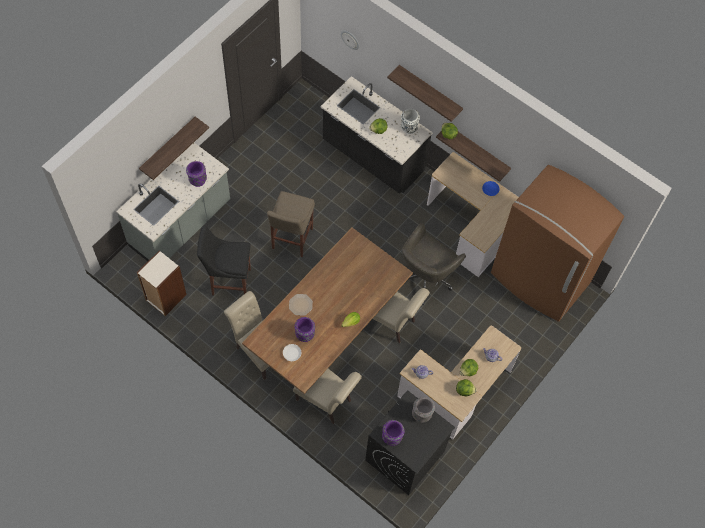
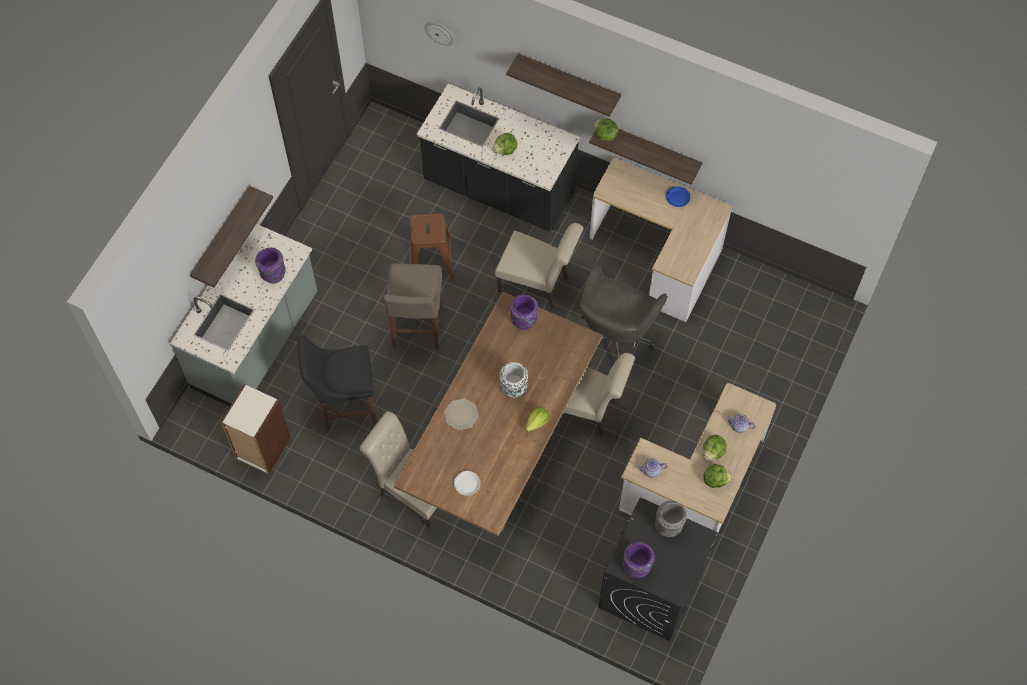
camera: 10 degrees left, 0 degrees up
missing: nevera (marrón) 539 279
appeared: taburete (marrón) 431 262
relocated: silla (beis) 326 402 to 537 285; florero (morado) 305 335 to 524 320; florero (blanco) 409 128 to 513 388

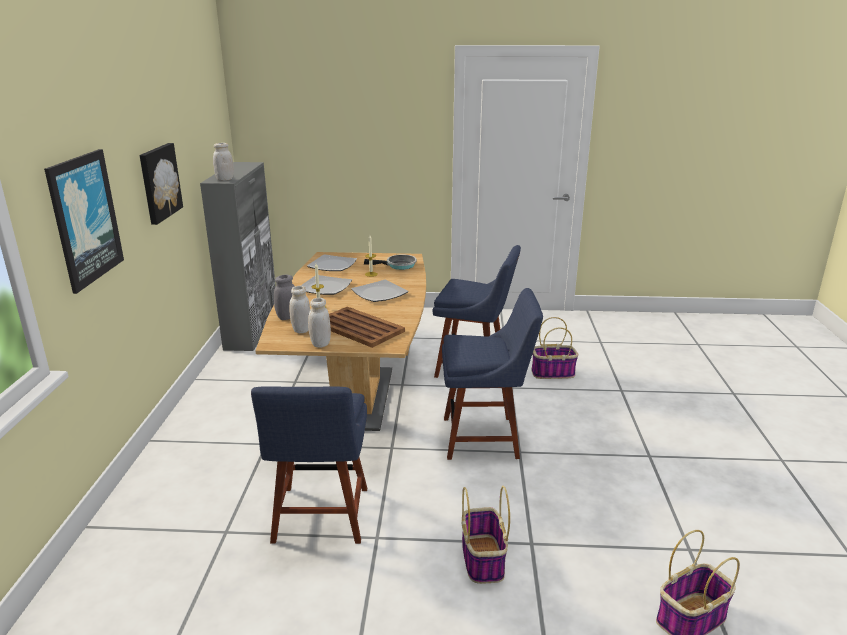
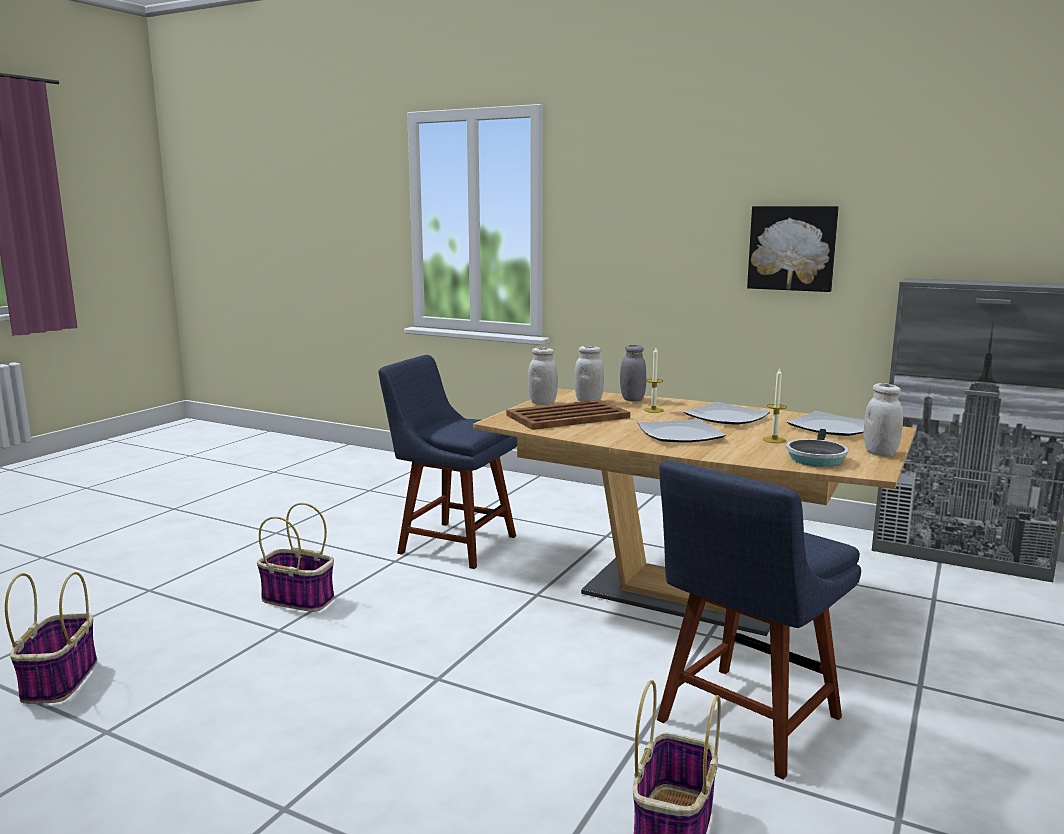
camera: 115 degrees right, 10 degrees down
missing: cuadro 84 219; silla (azul) 485 437
relocated: tarro (blanco) 225 179 to 880 453

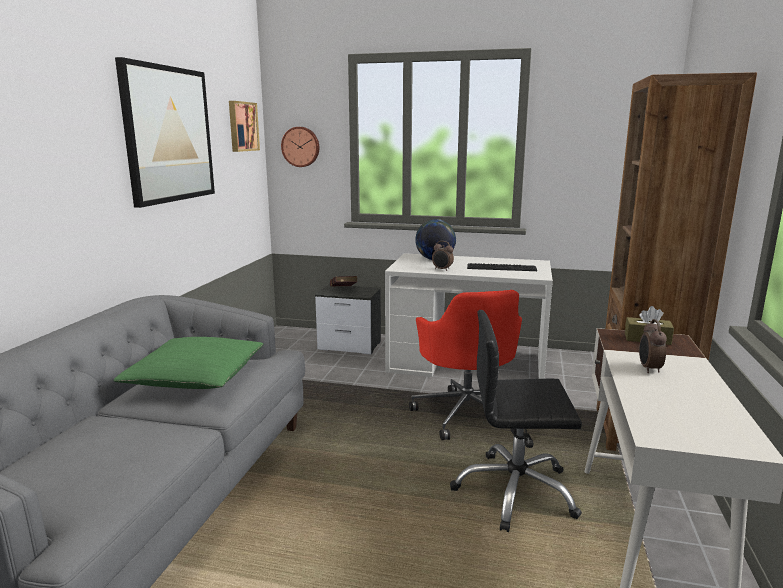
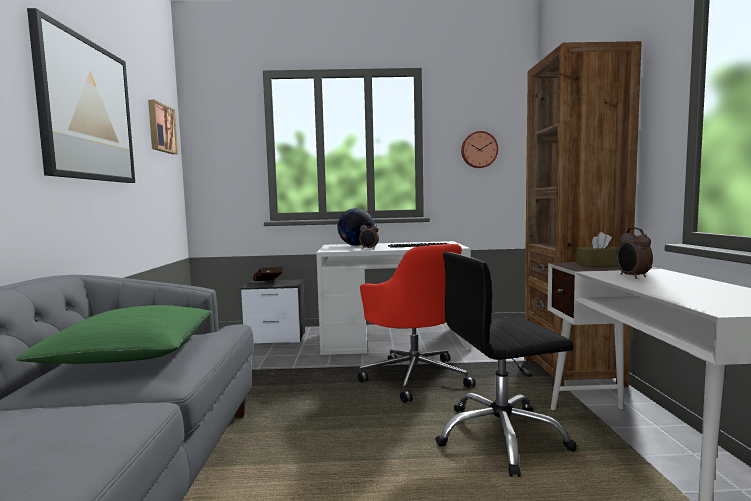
camera: 15 degrees left, 10 degrees down
relocated: reloj de pared 301 147 to 479 150

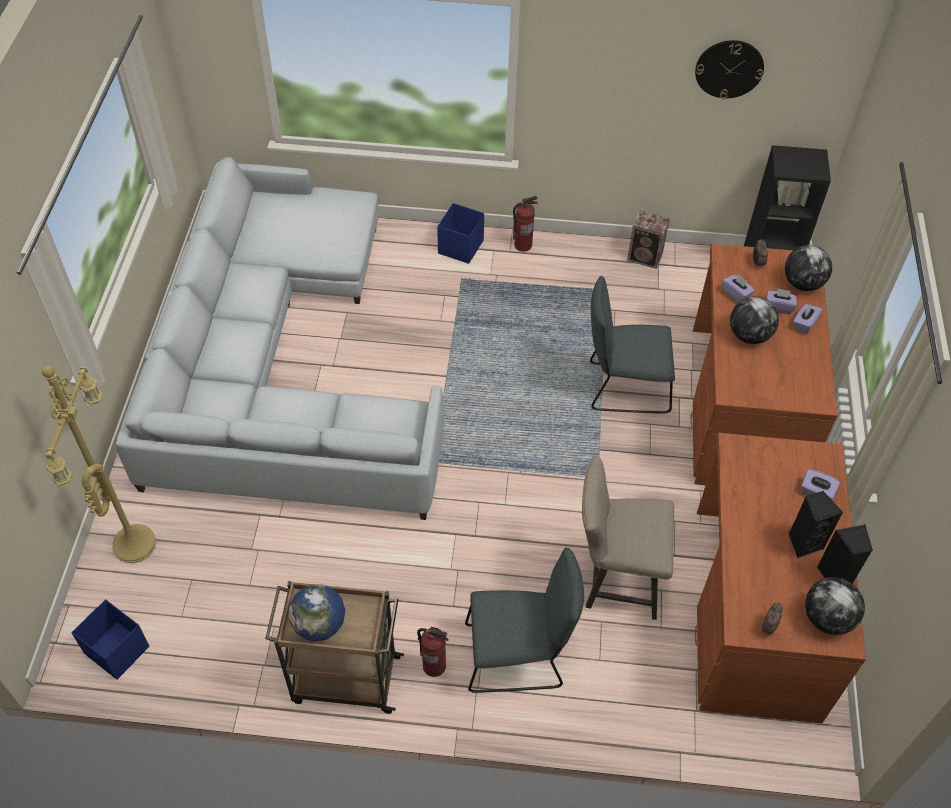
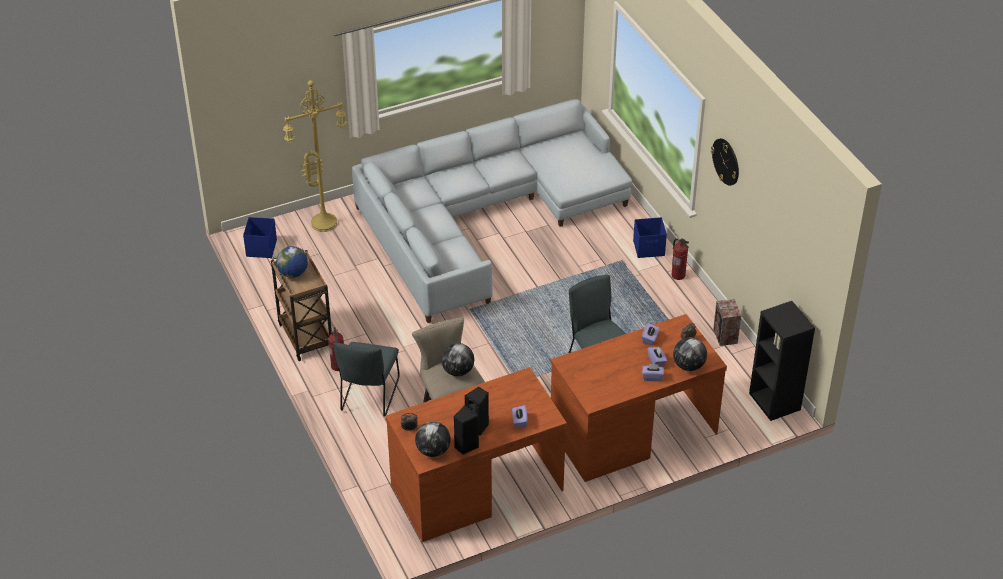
camera: 60 degrees right, 10 degrees down
relocated: reloj de pared 729 69 to 726 161; globo terráqueo 749 335 to 458 371
spun: silla (gris) 518 656 = 369 397 45 degrees clockwise

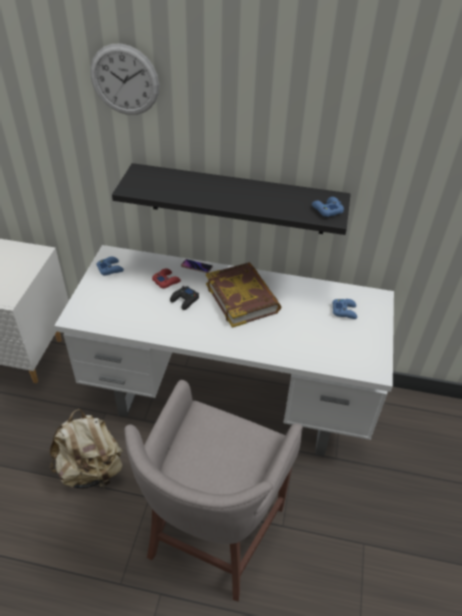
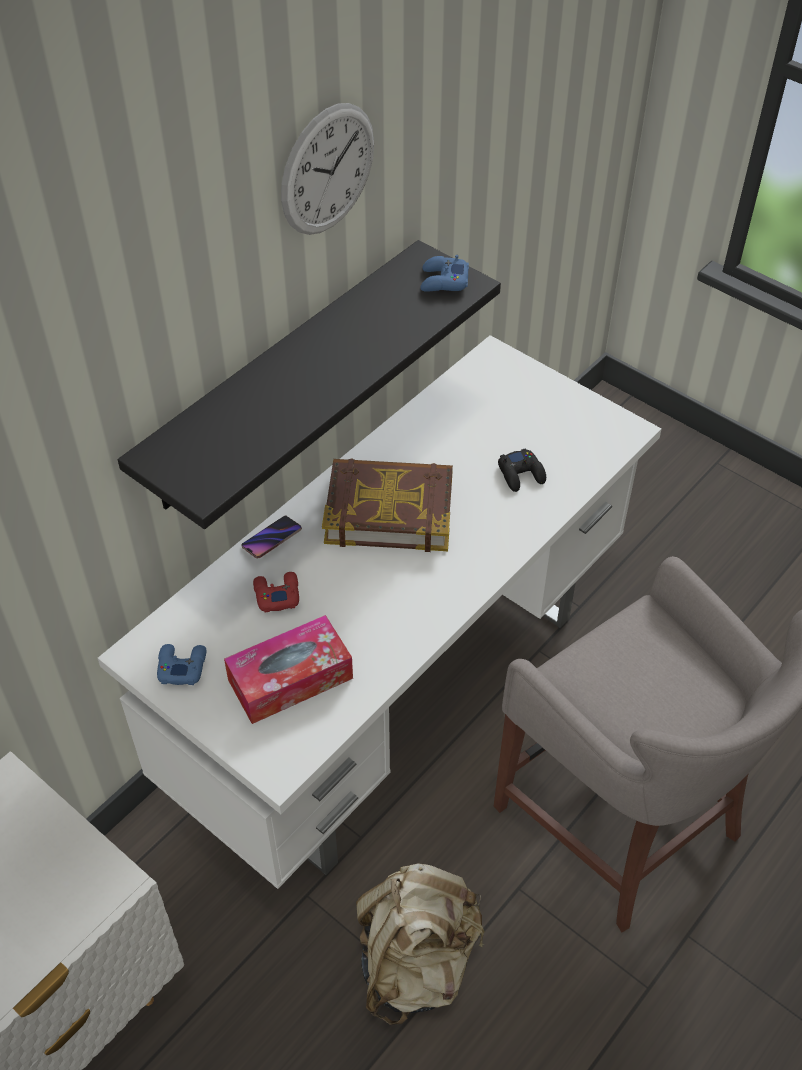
camera: 60 degrees left, 5 degrees up
missing: mando de consola (azul) 344 311
appeared: caja de pañuelos 290 679
relocated: reloj de pared 124 80 to 328 170; mando de consola (negro) 184 300 to 521 474

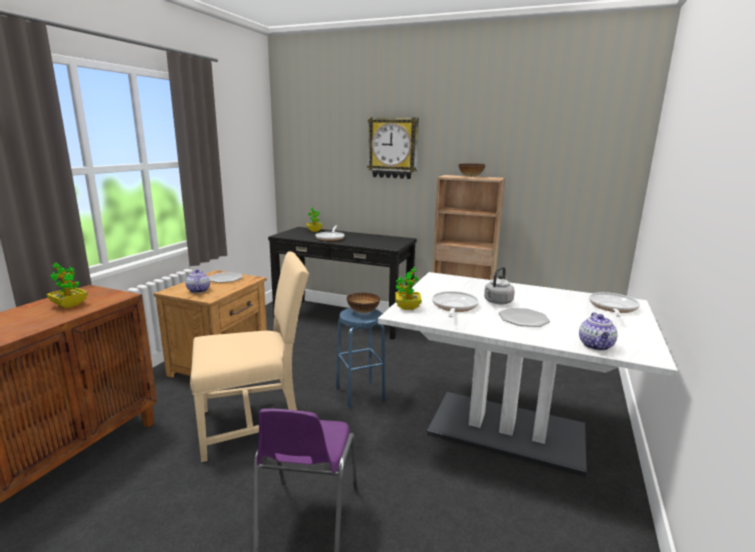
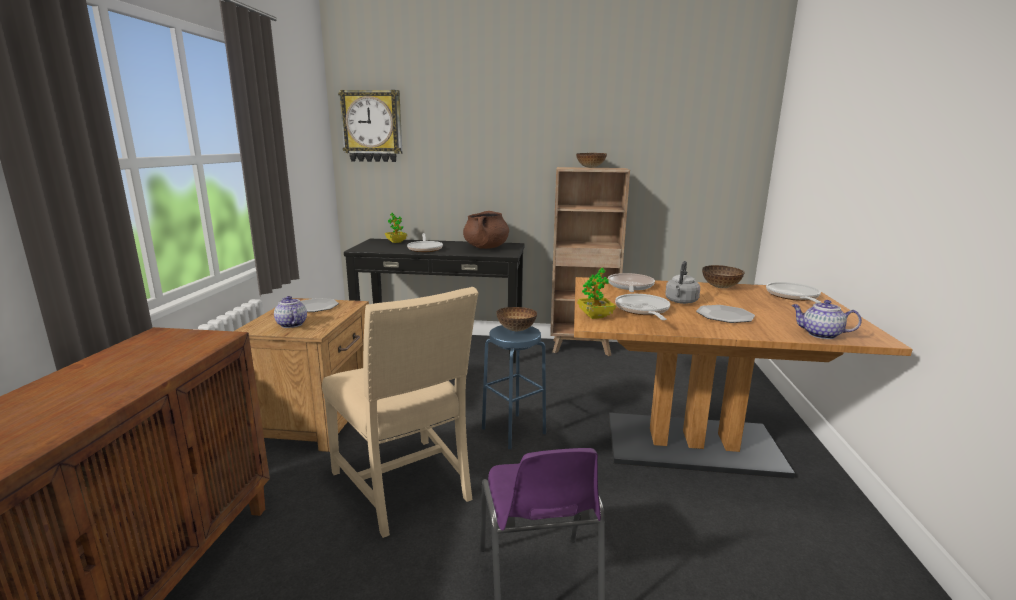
camera: 15 degrees left, 0 degrees up
missing: planta en maceta 69 305
appeared: olla (marrón) 486 247; sartén 630 286; cuenco 720 287
relocated: reloj de pared 393 148 to 372 126
colour: mesa de comedor (blanco) 506 430 to mesa de comedor (marrón) 692 445
spun: silla (beis) 254 424 = 405 486 90 degrees clockwise; tetera 596 346 = 820 334 120 degrees clockwise

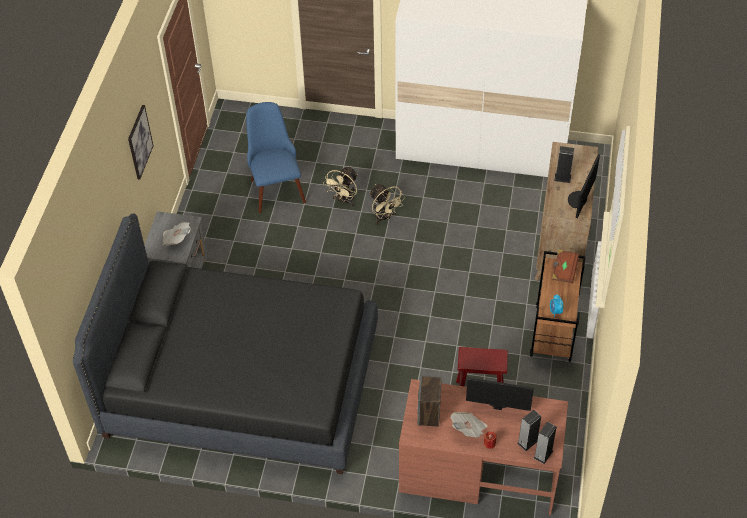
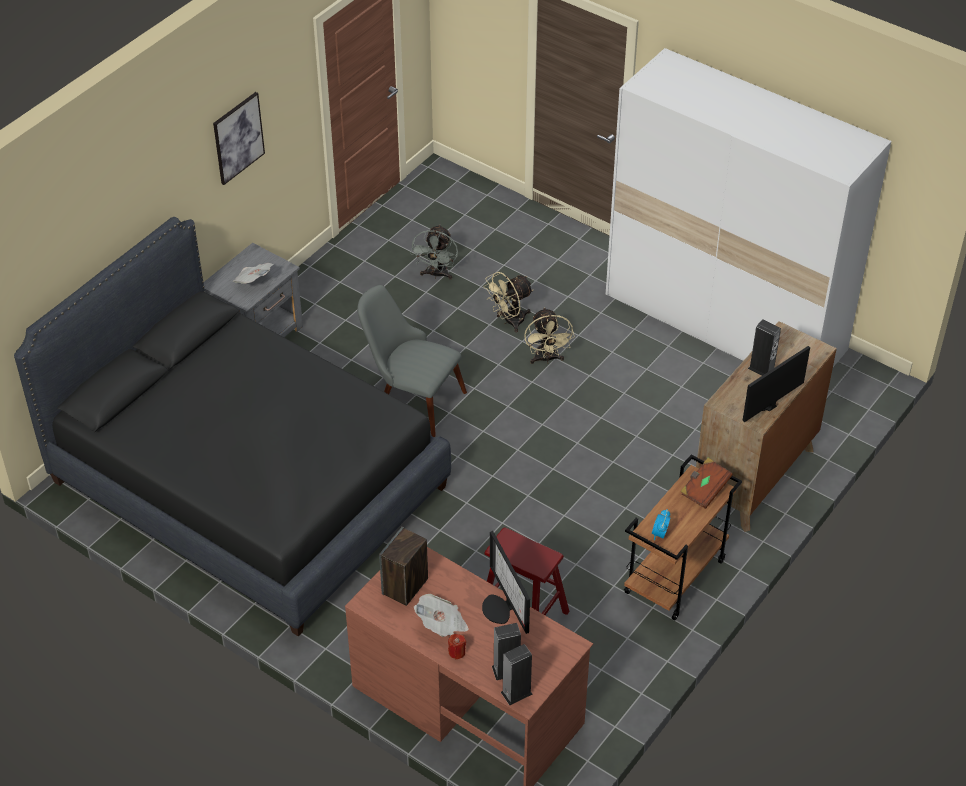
camera: 25 degrees right, 5 degrees down
appeared: silla (gris) 411 399
exchanged: silla (azul) 275 185 to ventilador (gris) 436 274
spun: monitor 498 403 = 500 608 150 degrees counterclockwise

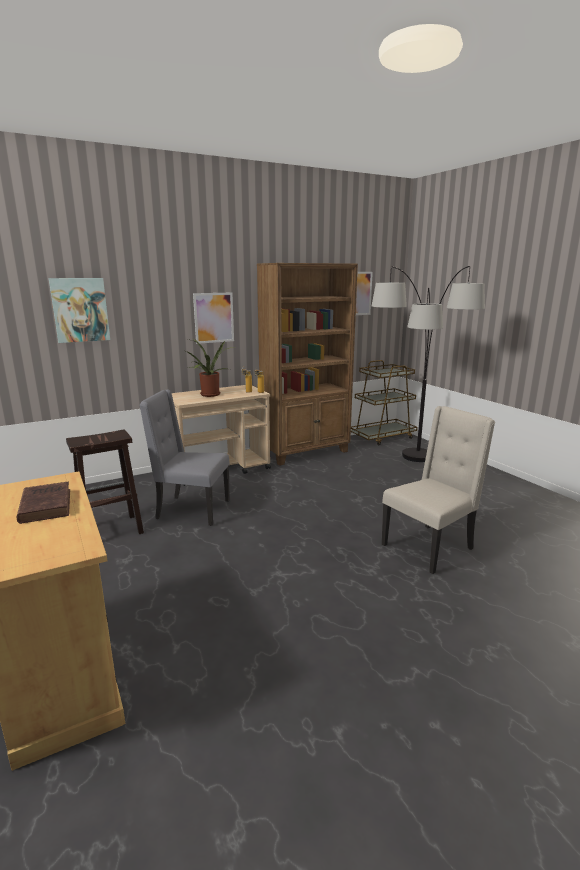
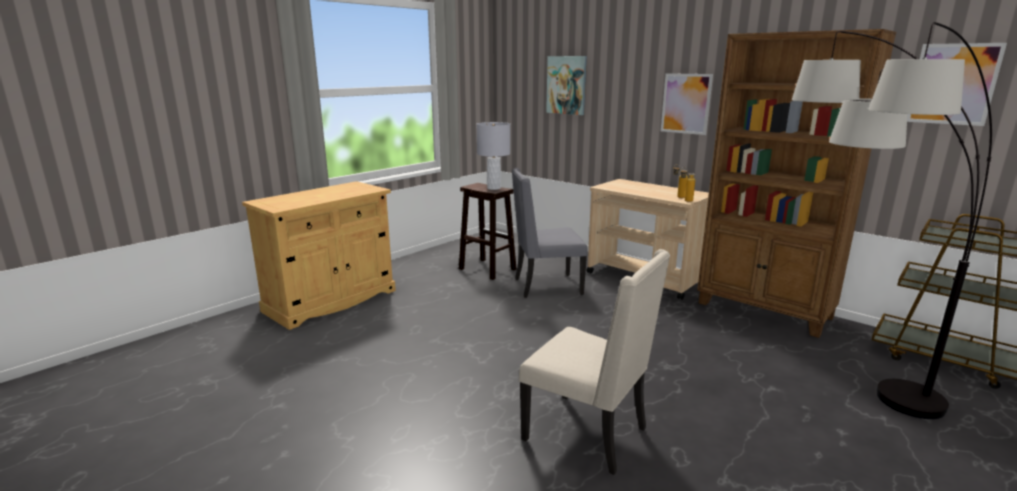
camera: 70 degrees right, 0 degrees up
missing: libro (marrón) 46 505; planta en maceta 209 395
appeared: lámpara de mesa (gris) 494 188
spun: silla (gris) 191 510 = 546 286 90 degrees counterclockwise

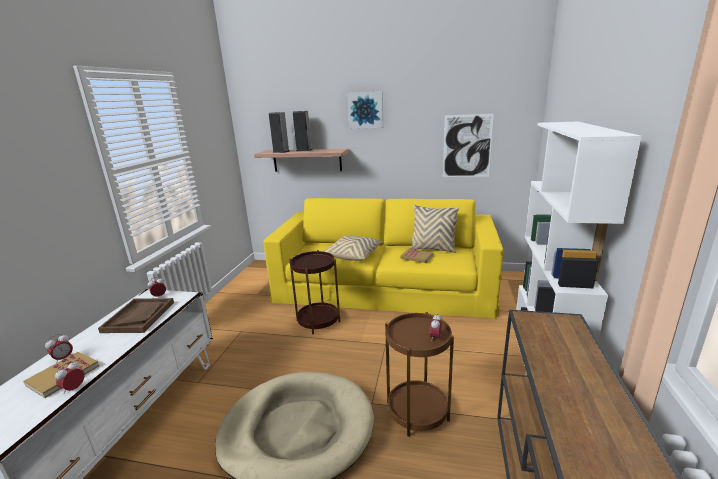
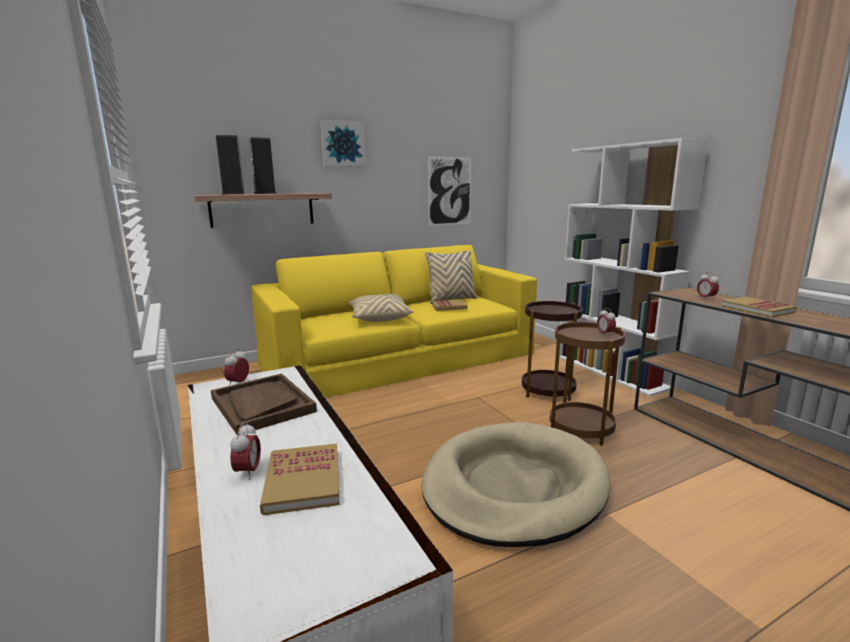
camera: 40 degrees left, 5 degrees down
appeared: libro 757 309
relocated: despertador 74 388 to 706 298; mesa auxiliar (marrón) 318 321 to 548 390

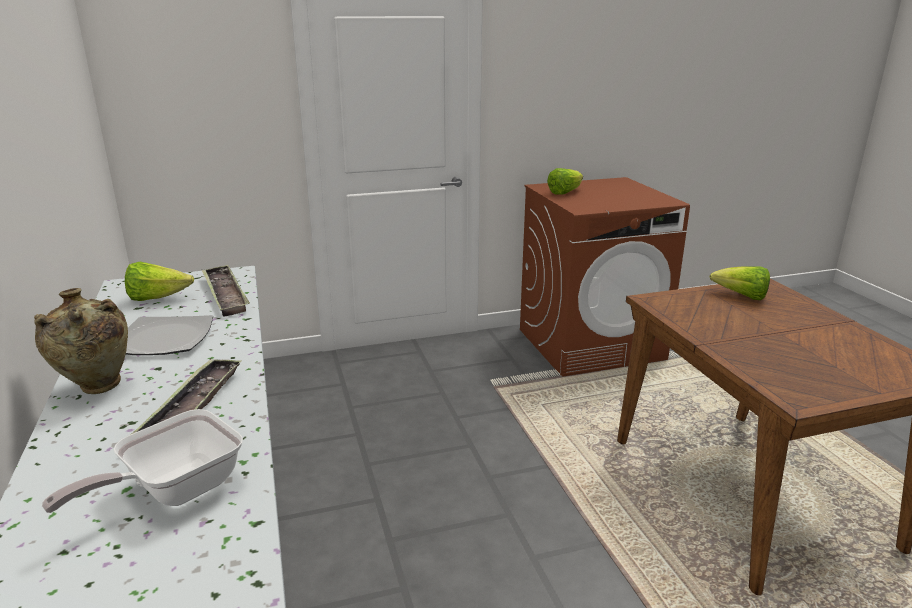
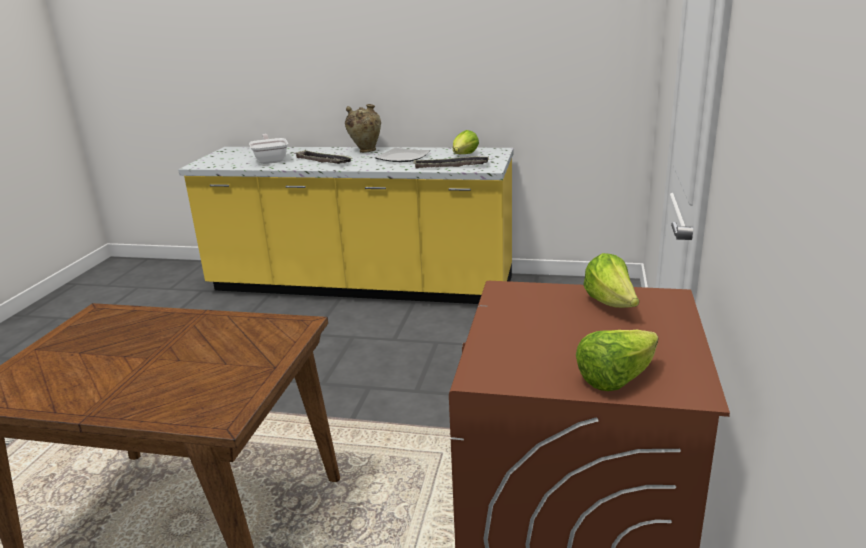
camera: 120 degrees right, 0 degrees up
relocated: lechuga 741 296 to 615 378

